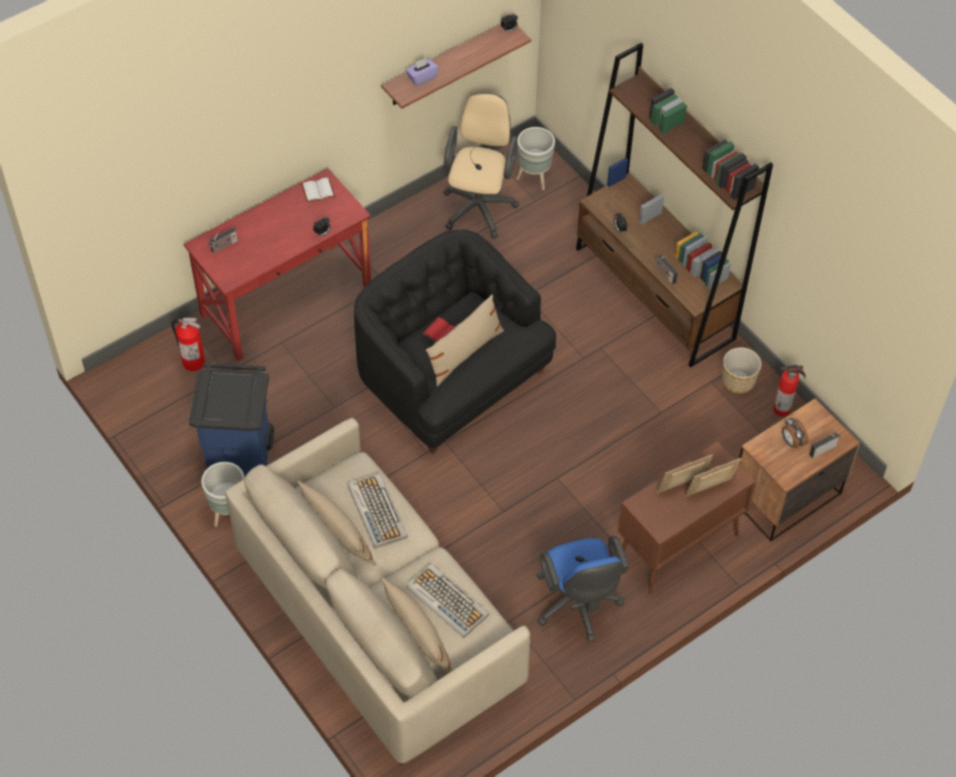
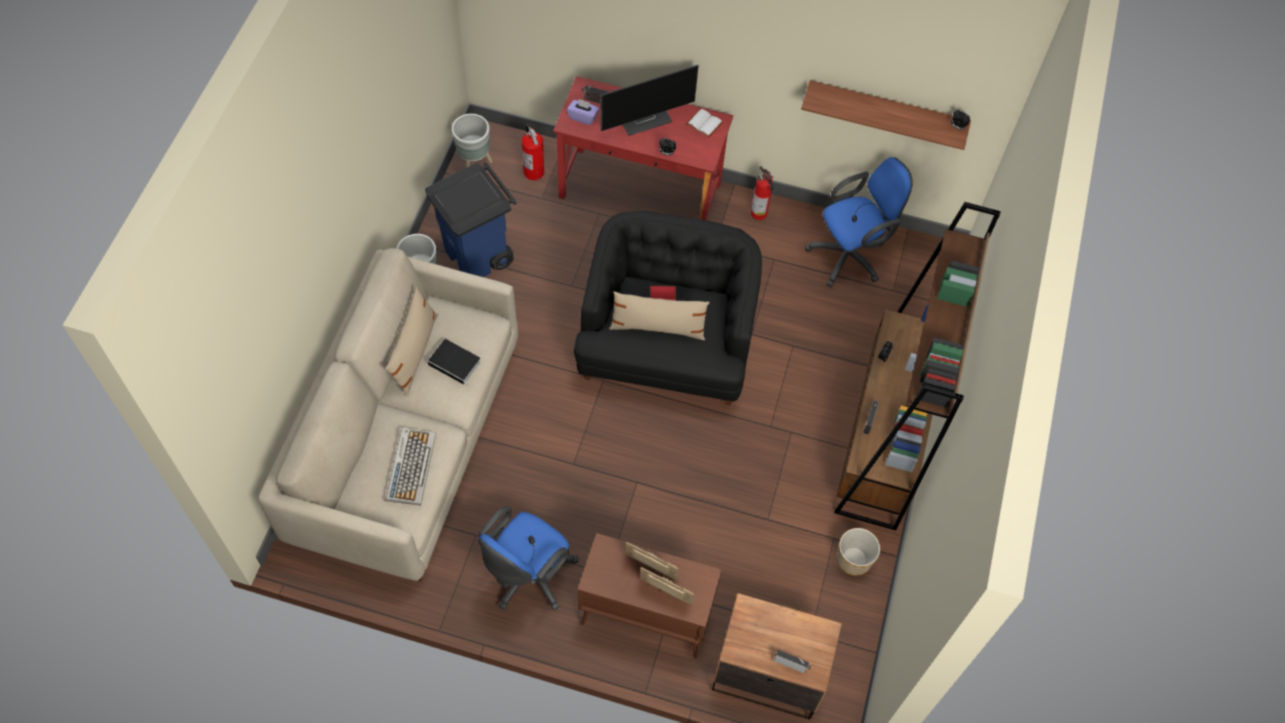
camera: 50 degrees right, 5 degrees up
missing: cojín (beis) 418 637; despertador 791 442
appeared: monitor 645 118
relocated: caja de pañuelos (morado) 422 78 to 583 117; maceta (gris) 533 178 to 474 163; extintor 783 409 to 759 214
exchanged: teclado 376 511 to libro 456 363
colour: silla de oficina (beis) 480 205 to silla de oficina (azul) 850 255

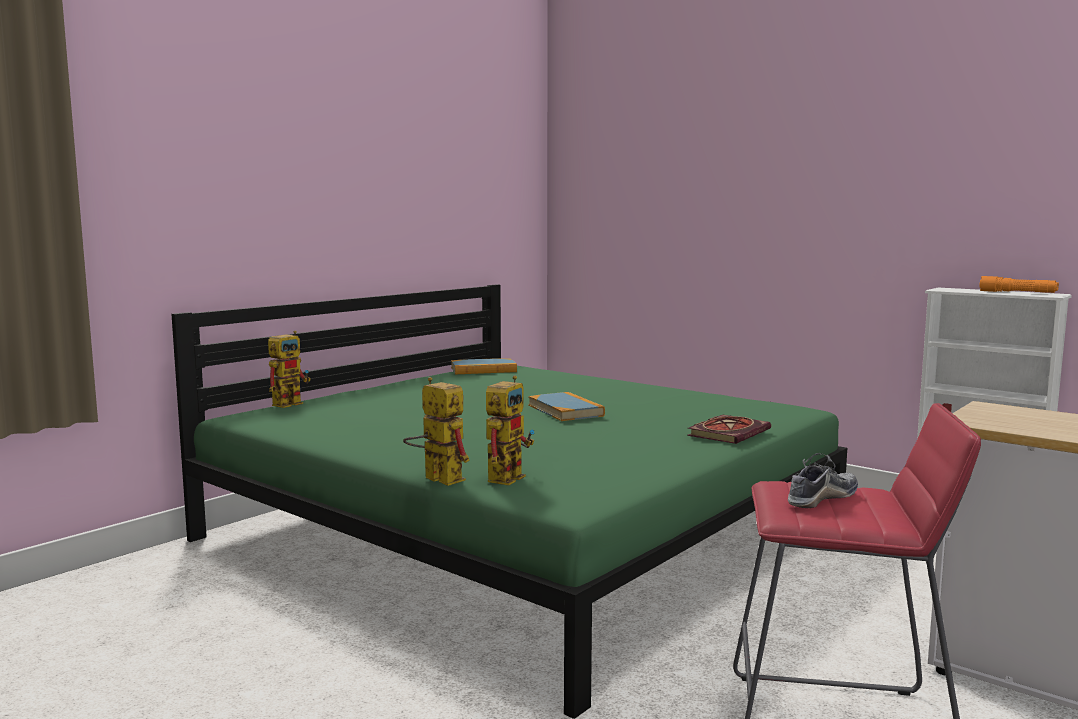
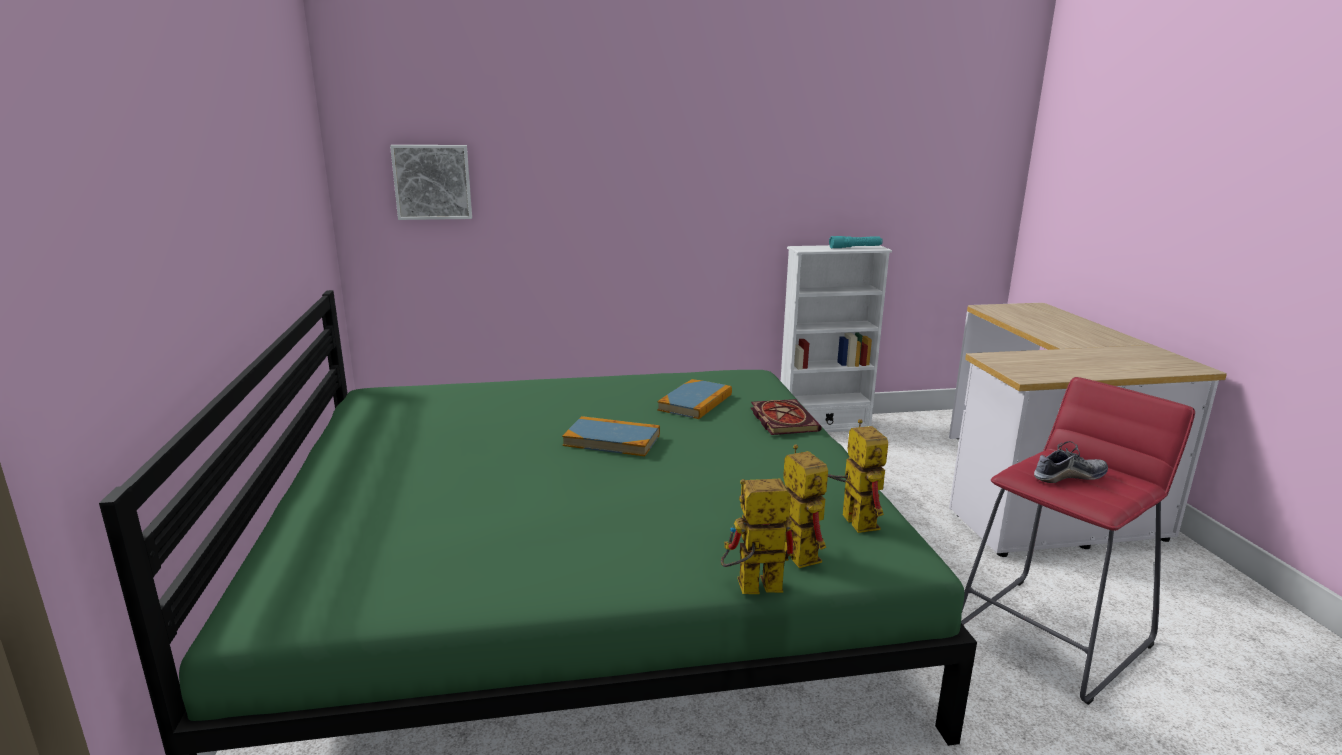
camera: 50 degrees left, 10 degrees up
appeared: cuadro 432 182
relocated: robot de juguete 291 403 to 852 518; libro 483 370 to 695 402
colour: linterna (naranja) 1017 292 to linterna (turquesa) 855 247
spun: zapato 821 498 = 1068 476 75 degrees clockwise

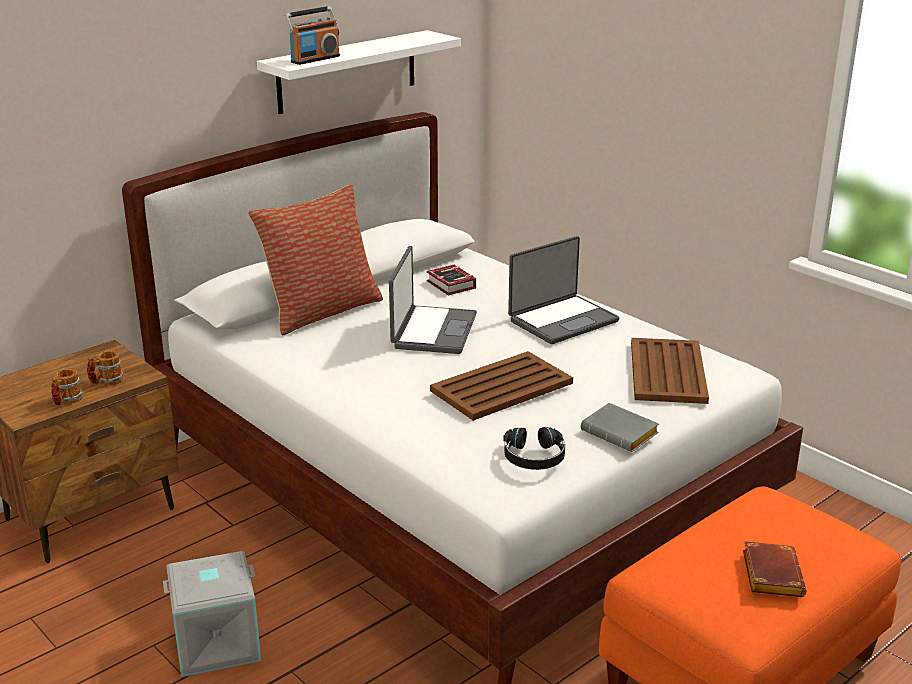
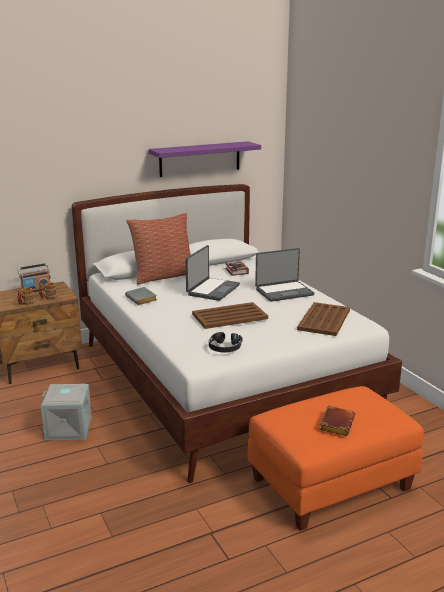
camera: 15 degrees right, 5 degrees down
relocated: radio 315 59 to 36 290; libro (gris) 622 433 to 142 299
colour: estante (blanco) 347 71 to estante (morado) 200 159

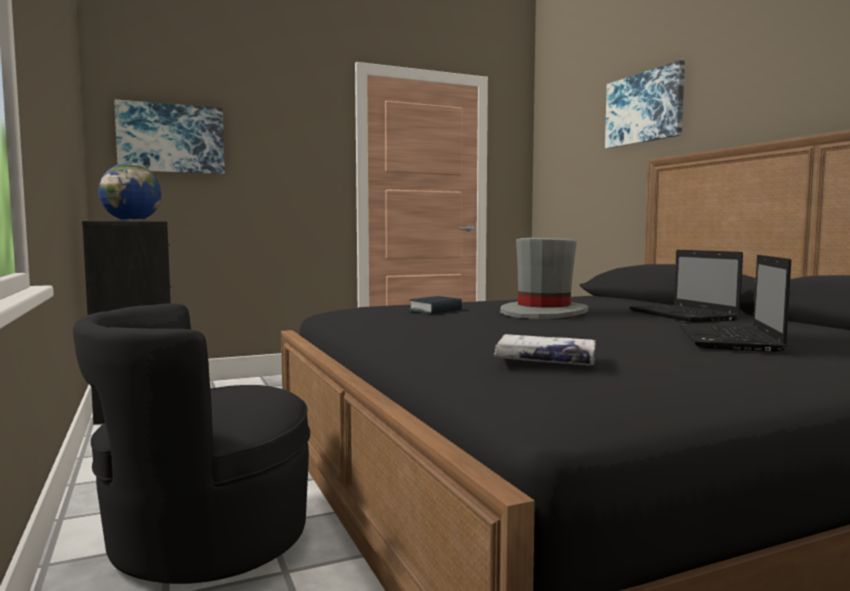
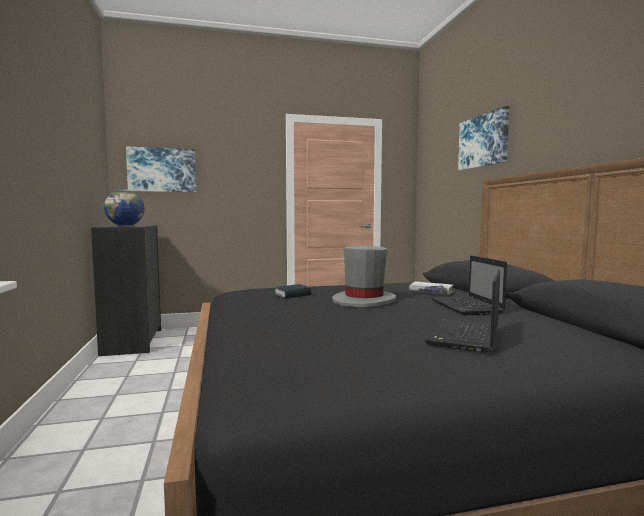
camera: 10 degrees right, 0 degrees up
missing: sillón (negro) 205 539
relocated: libro (blanco) 545 361 to 430 292

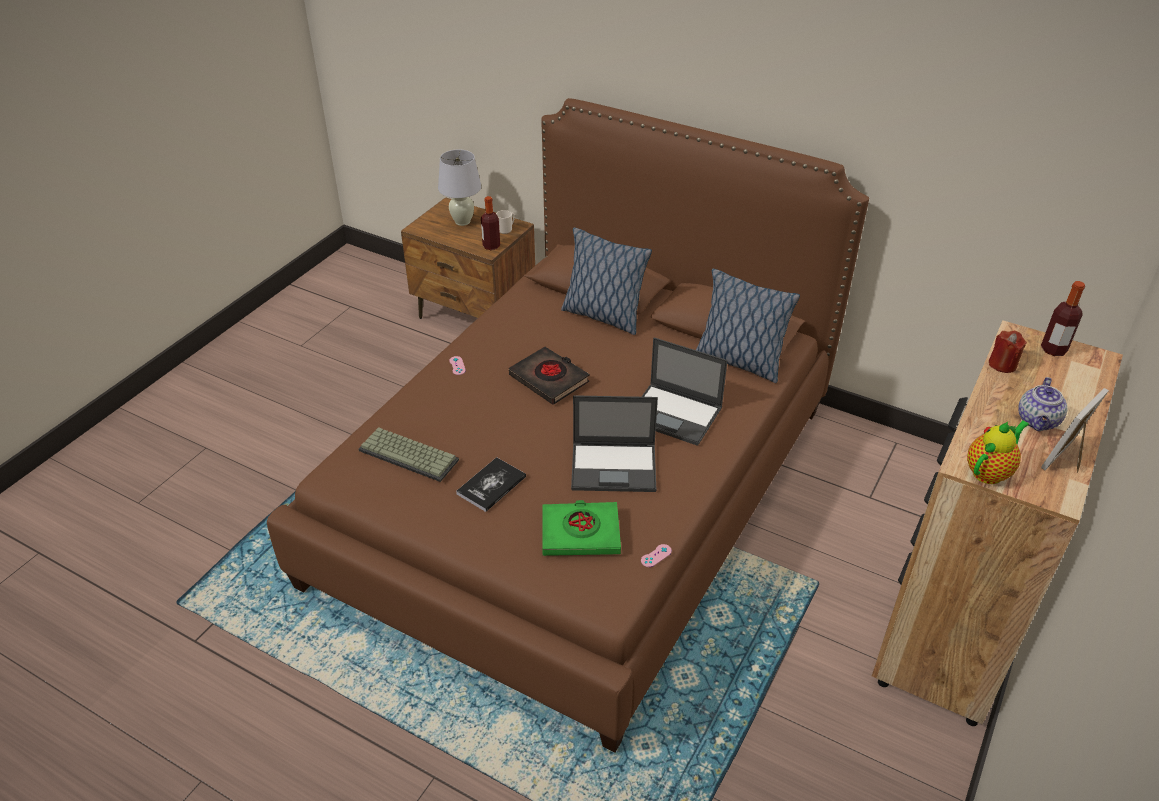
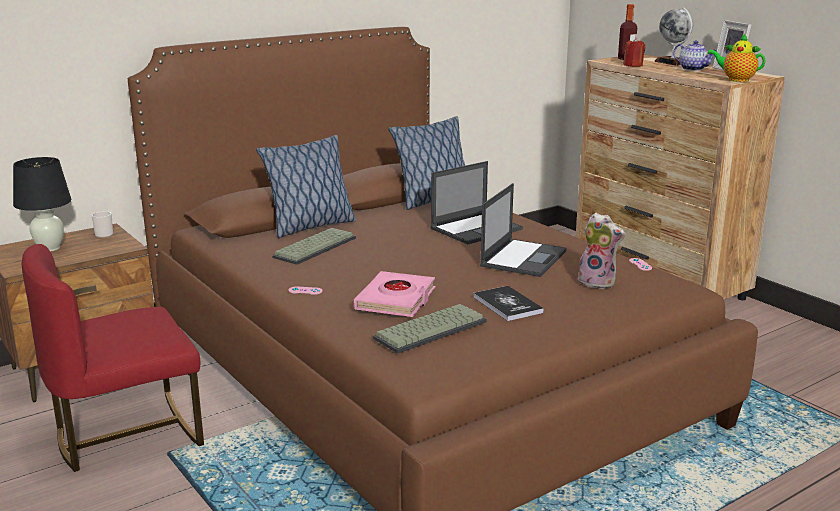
camera: 65 degrees left, 20 degrees down
missing: botella 491 246; libro (negro) 549 379
appeared: silla (rojo) 126 434; teclado 314 247; libro (rosa) 396 300; globo terráqueo 672 62
exchanged: libro (verde) 580 533 to peluche 598 282
colour: lámpara de mesa (blanco) 462 221 to lámpara de mesa (negro) 50 248
spun: tetera 989 472 = 735 79 45 degrees counterclockwise

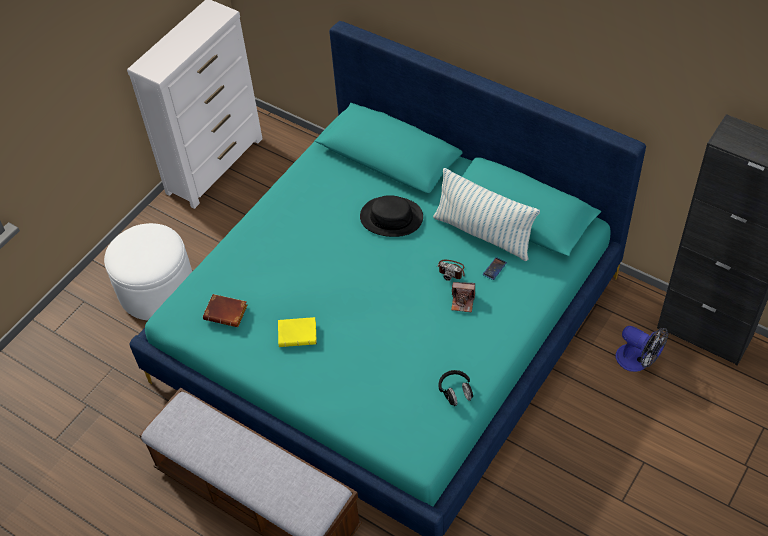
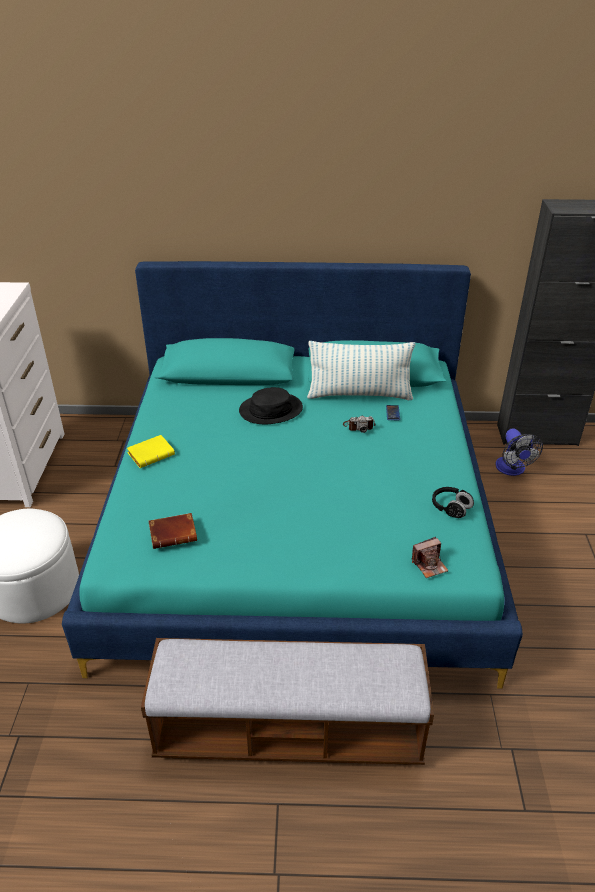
camera: 35 degrees left, 15 degrees down
relocated: libro (amarillo) 298 333 to 151 454; cámara 463 302 to 429 565
spun: ventilador 638 361 = 512 470 75 degrees clockwise

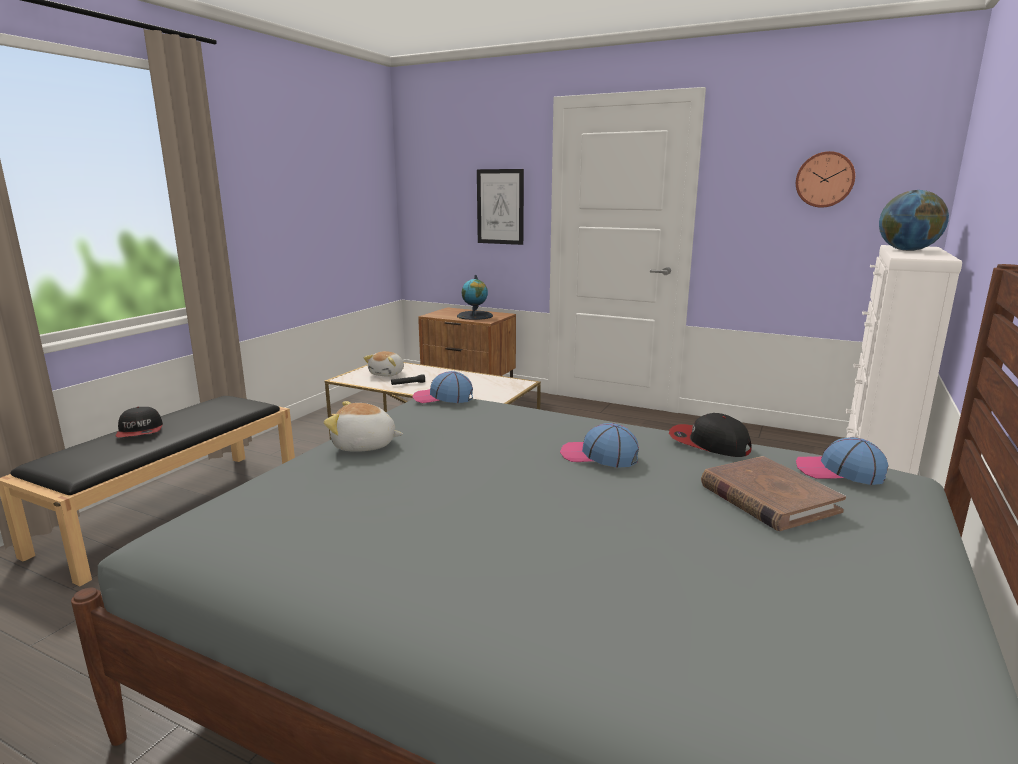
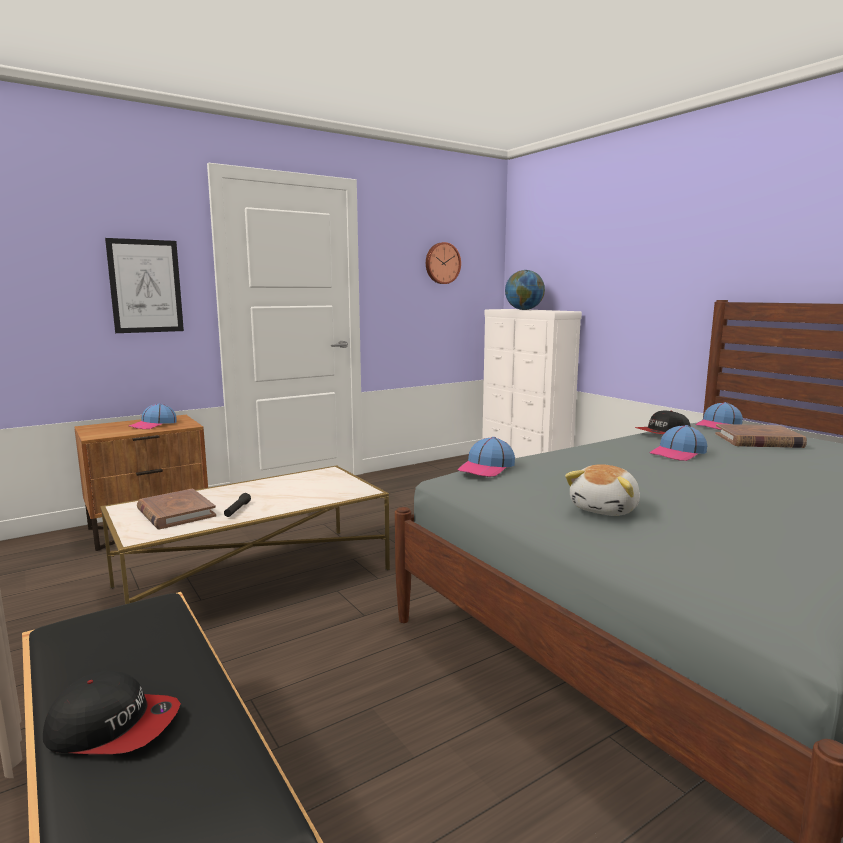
camera: 60 degrees left, 5 degrees down
exchanged: peluche 387 374 to libro (marrón) 176 513; globo terráqueo 475 316 to gorra 153 425

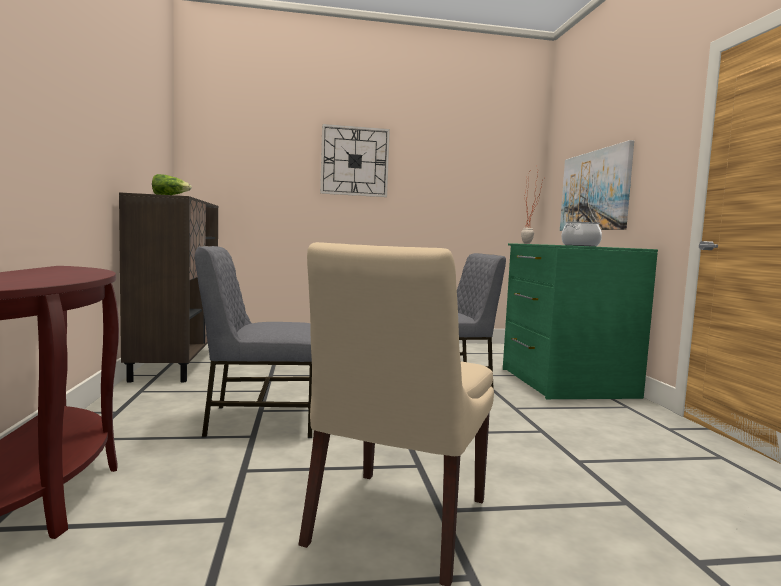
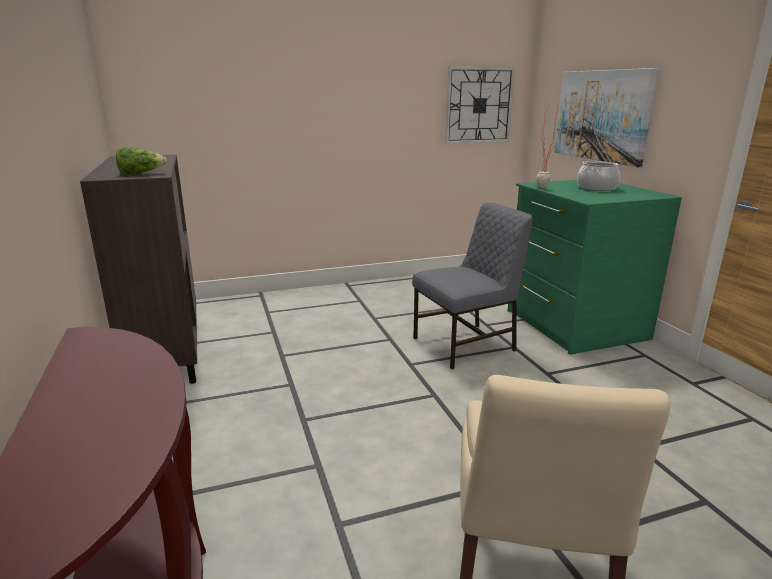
camera: 10 degrees left, 15 degrees up
missing: silla (gris) 260 420
relocated: reloj de pared 354 161 to 479 105

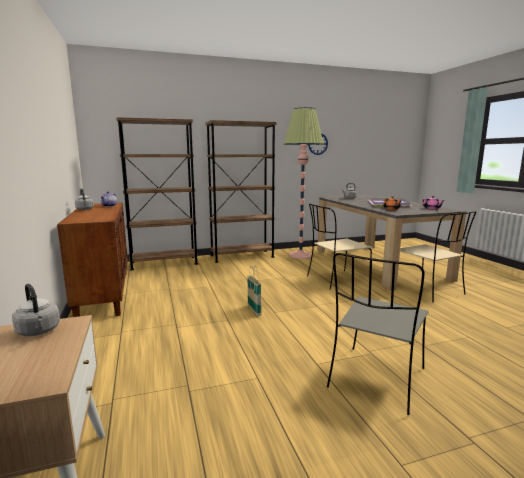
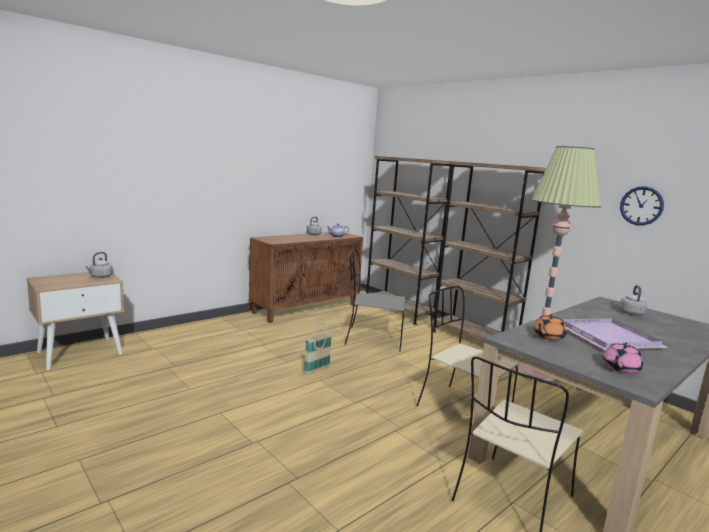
camera: 65 degrees right, 0 degrees up
relocated: silla (gris) 376 379 to 372 339

